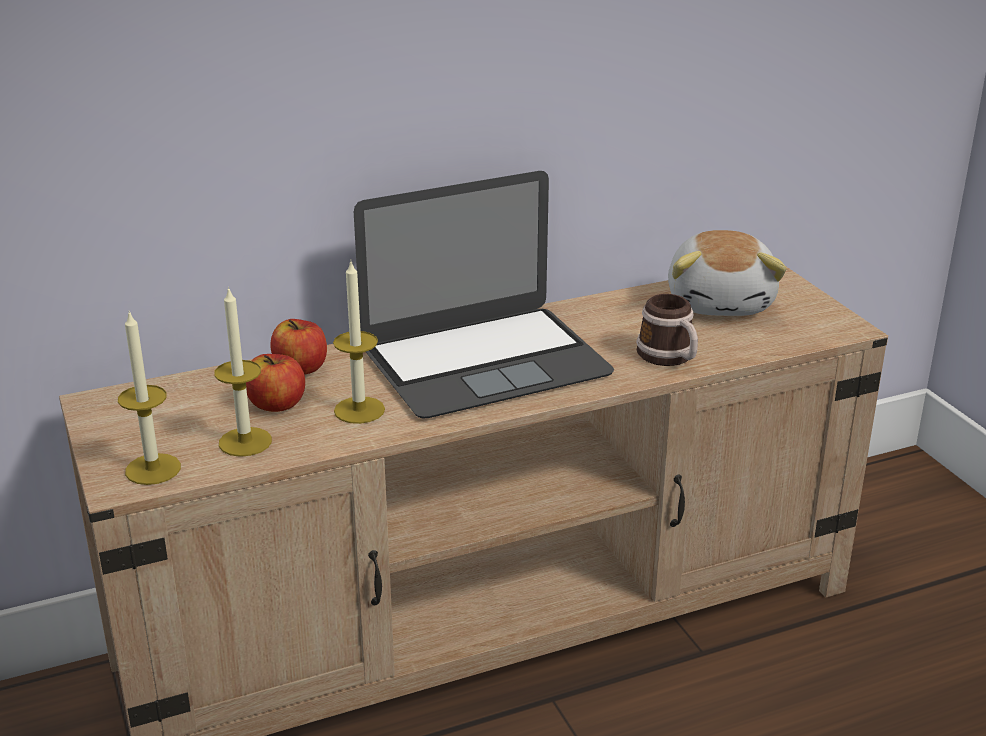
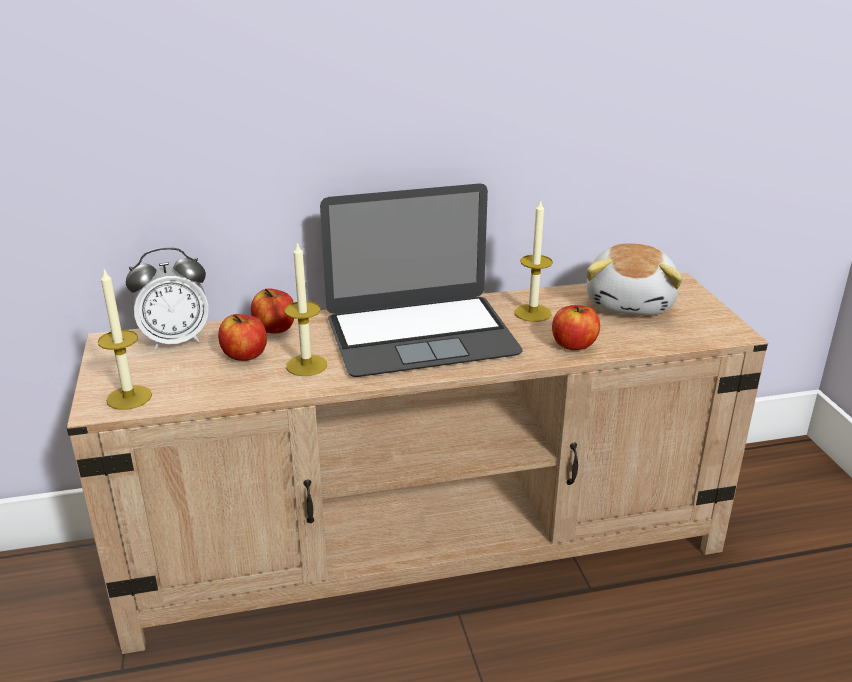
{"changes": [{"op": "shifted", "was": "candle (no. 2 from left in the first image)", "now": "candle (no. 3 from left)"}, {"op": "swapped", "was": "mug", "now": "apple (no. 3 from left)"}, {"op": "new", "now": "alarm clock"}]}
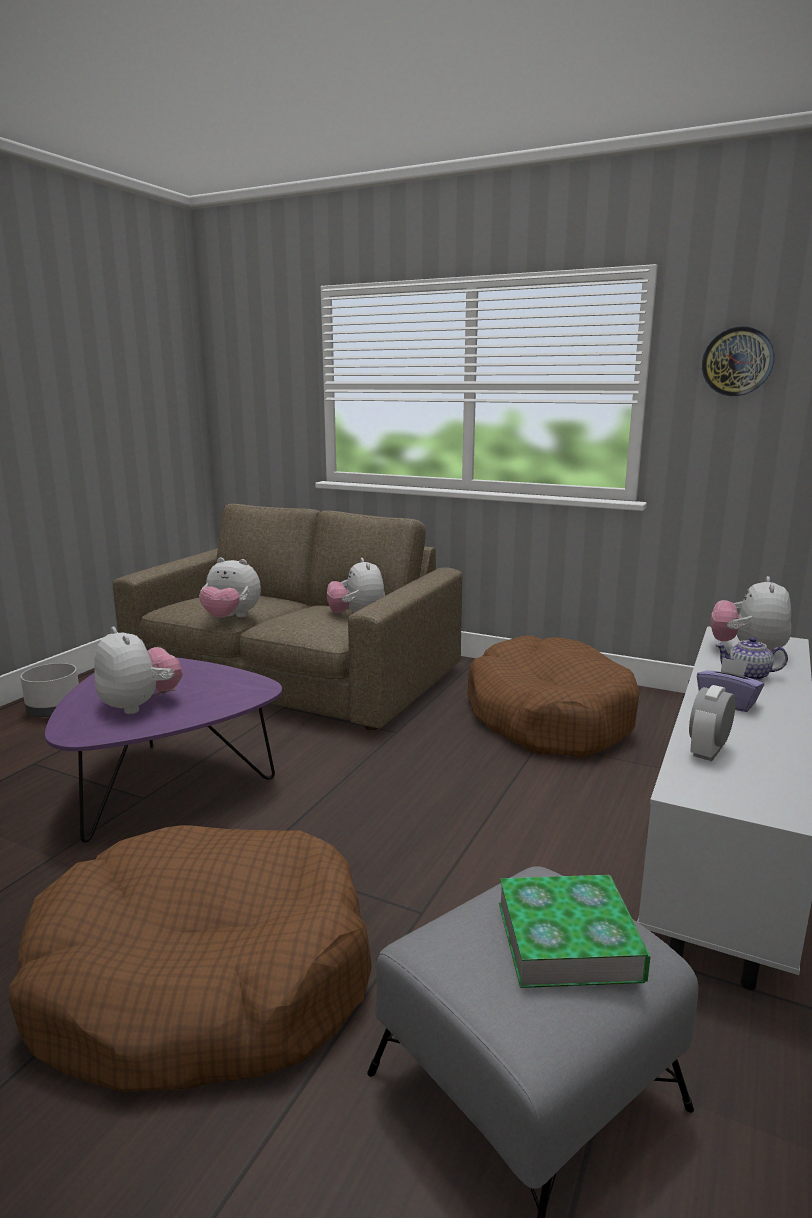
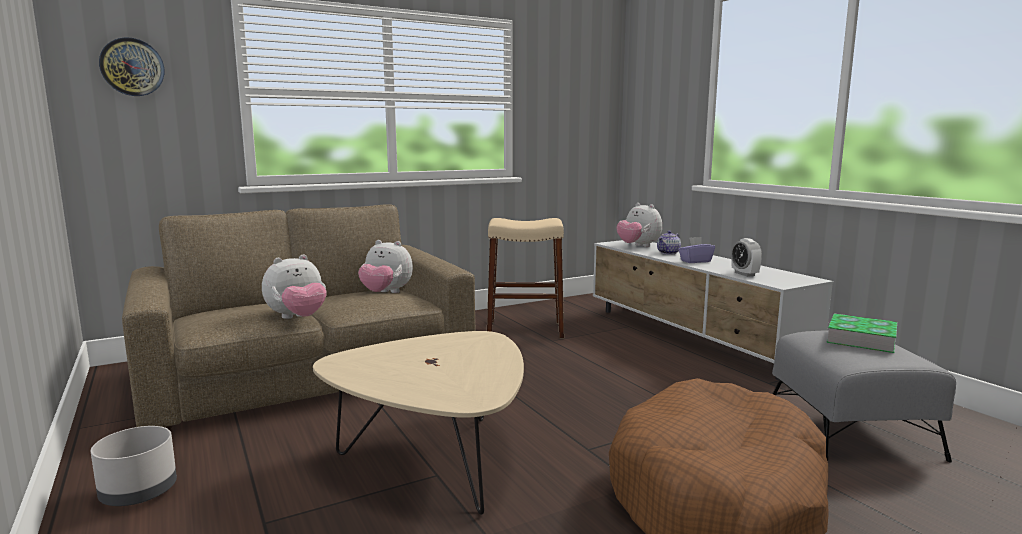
{"changes": [{"op": "repainted", "was": "purple coffee table", "now": "beige coffee table"}, {"op": "gone", "was": "plush toy (no. 1 from left)"}, {"op": "swapped", "was": "brown dog bed (no. 2 from left)", "now": "beige stool"}, {"op": "shifted", "was": "wall clock"}]}
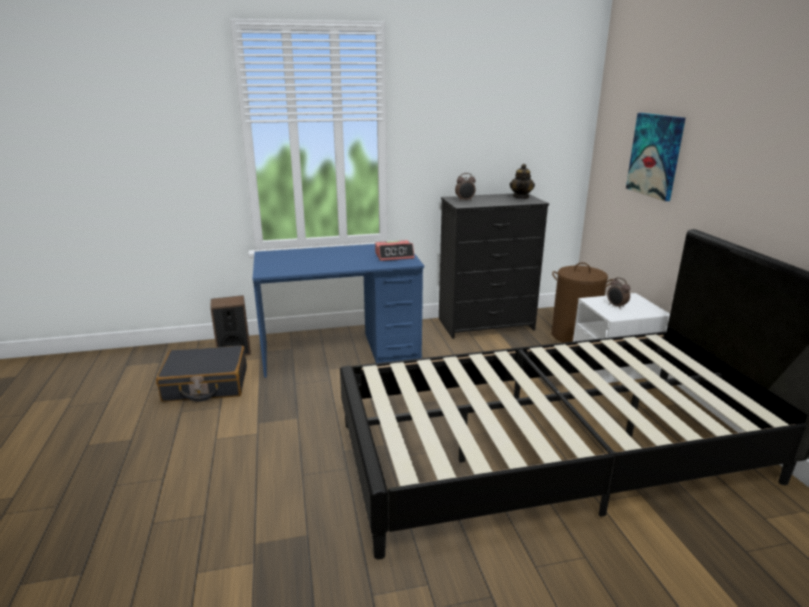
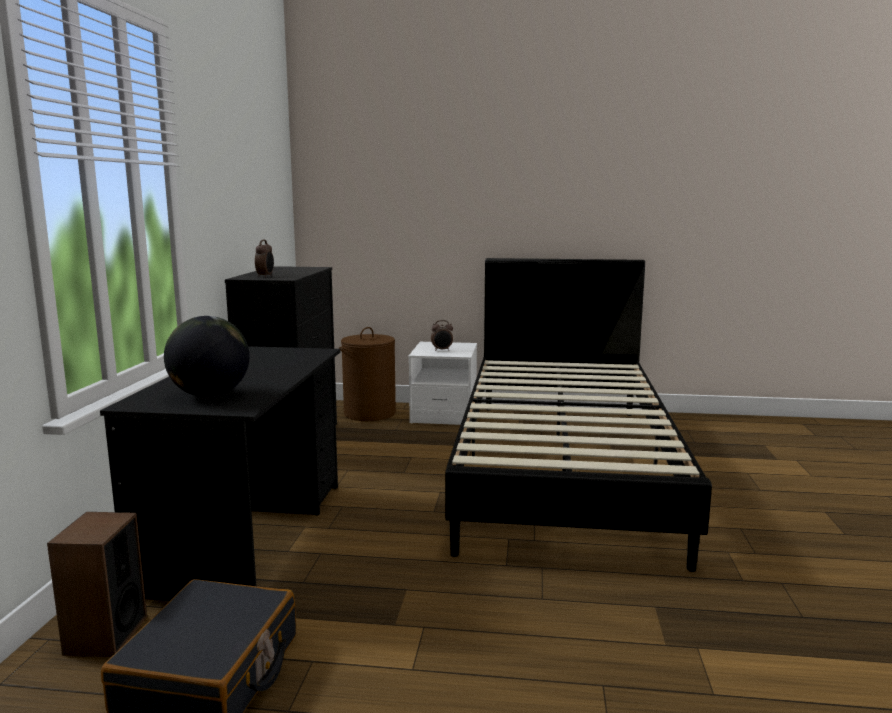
{"changes": [{"op": "repainted", "was": "blue desk", "now": "black desk"}, {"op": "gone", "was": "alarm clock (no. 1 from left)"}, {"op": "gone", "was": "teapot"}, {"op": "gone", "was": "picture"}, {"op": "new", "now": "globe"}]}
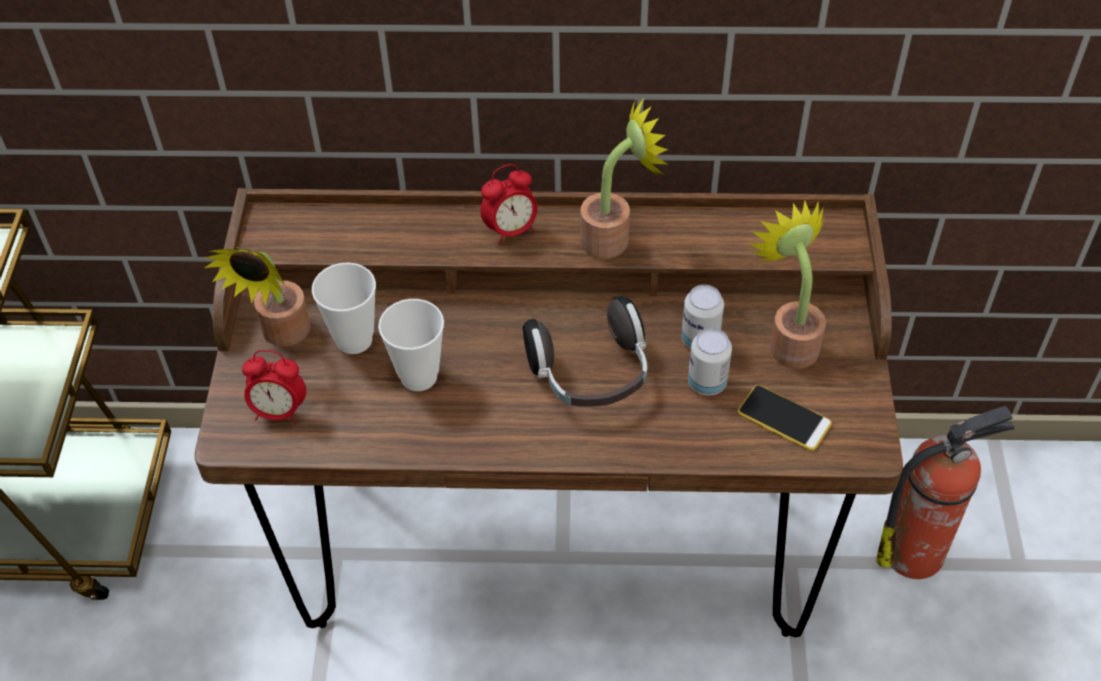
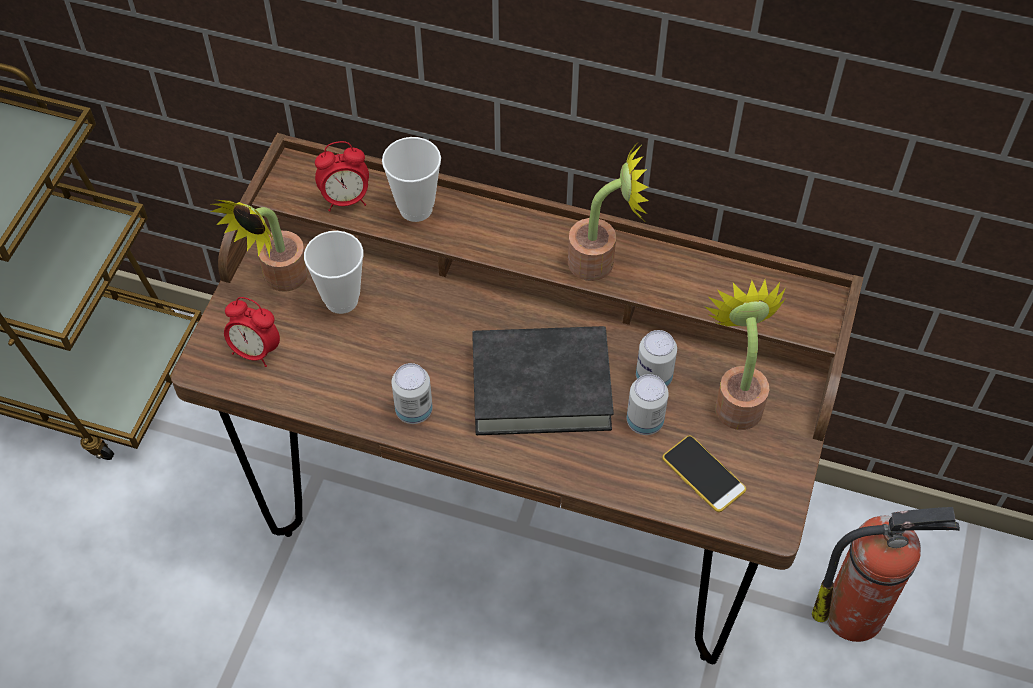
{"changes": [{"op": "shifted", "was": "cup (no. 2 from left)"}, {"op": "shifted", "was": "alarm clock (no. 2 from left)"}, {"op": "swapped", "was": "headphones", "now": "black book"}, {"op": "new", "now": "can (no. 1 from left)"}]}
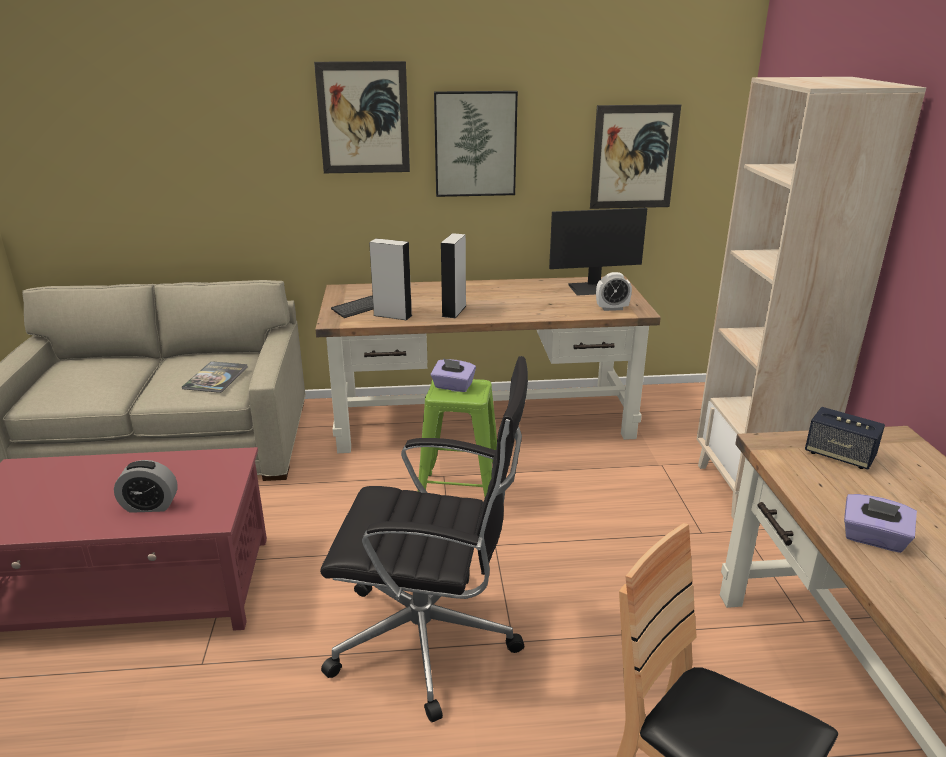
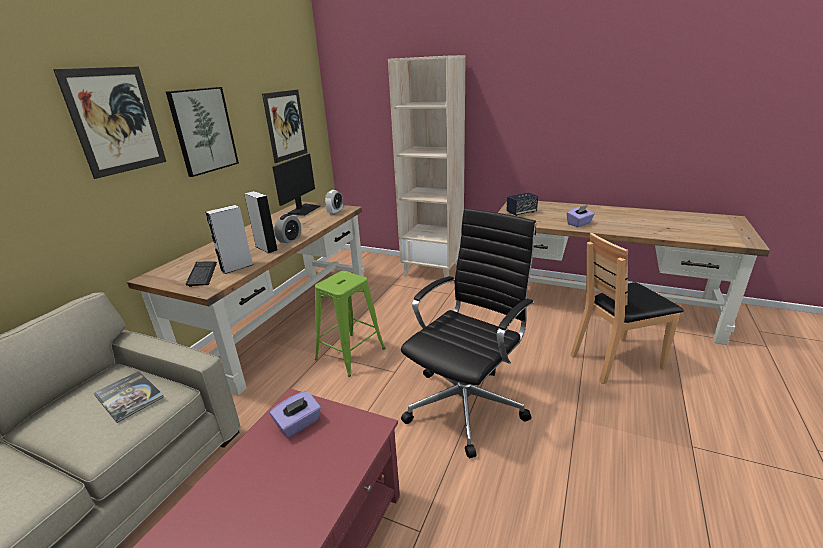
{"changes": [{"op": "shifted", "was": "alarm clock (no. 1 from left)"}, {"op": "shifted", "was": "purple tissue box (no. 1 from left)"}]}
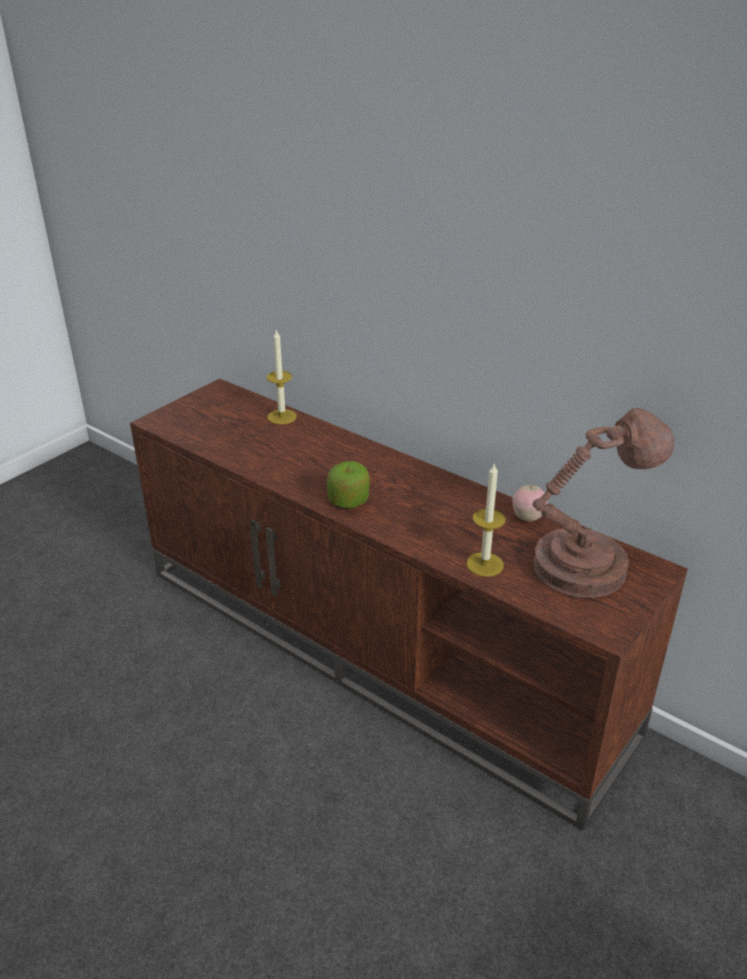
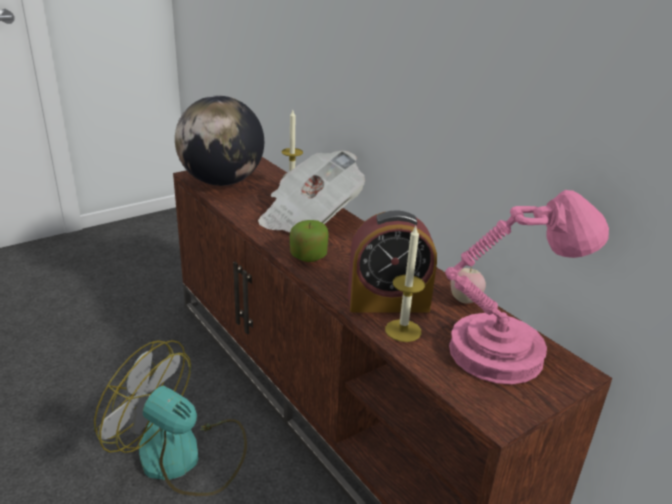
{"changes": [{"op": "repainted", "was": "brown table lamp", "now": "pink table lamp"}, {"op": "new", "now": "fan"}, {"op": "new", "now": "globe"}, {"op": "new", "now": "newspaper"}, {"op": "new", "now": "alarm clock"}]}
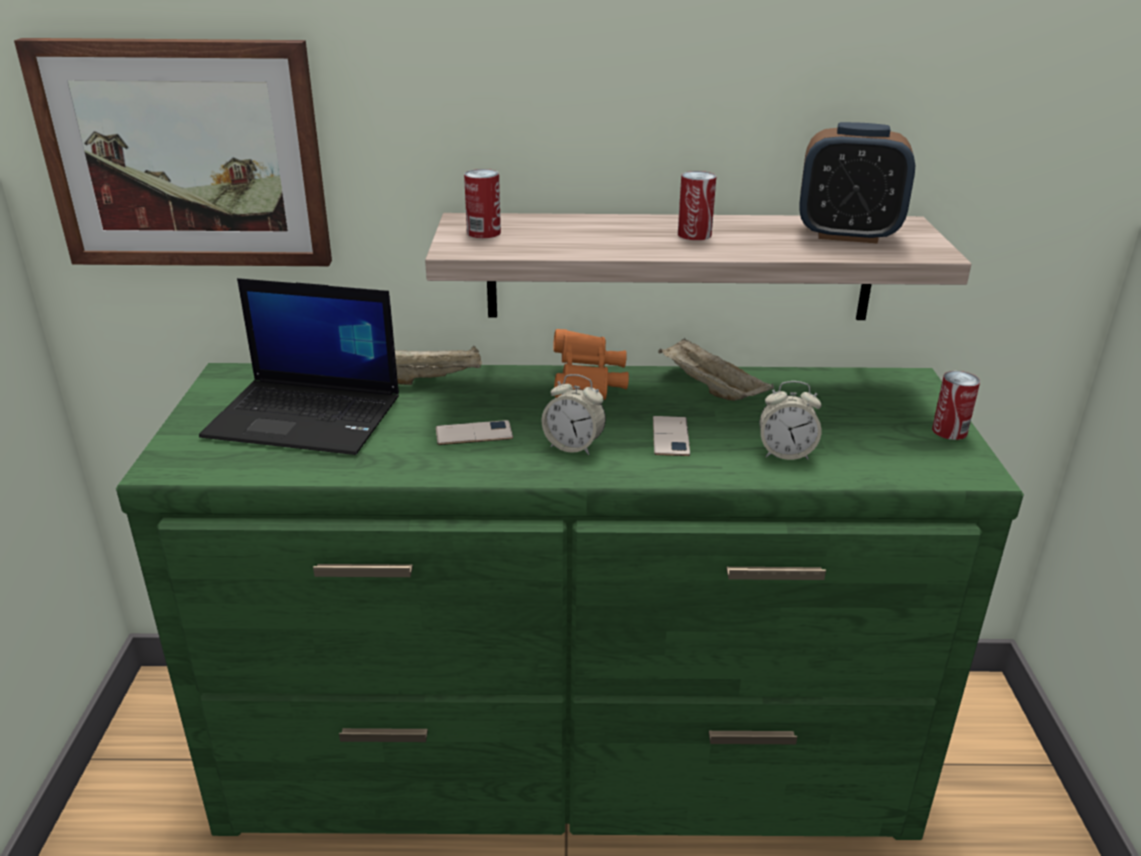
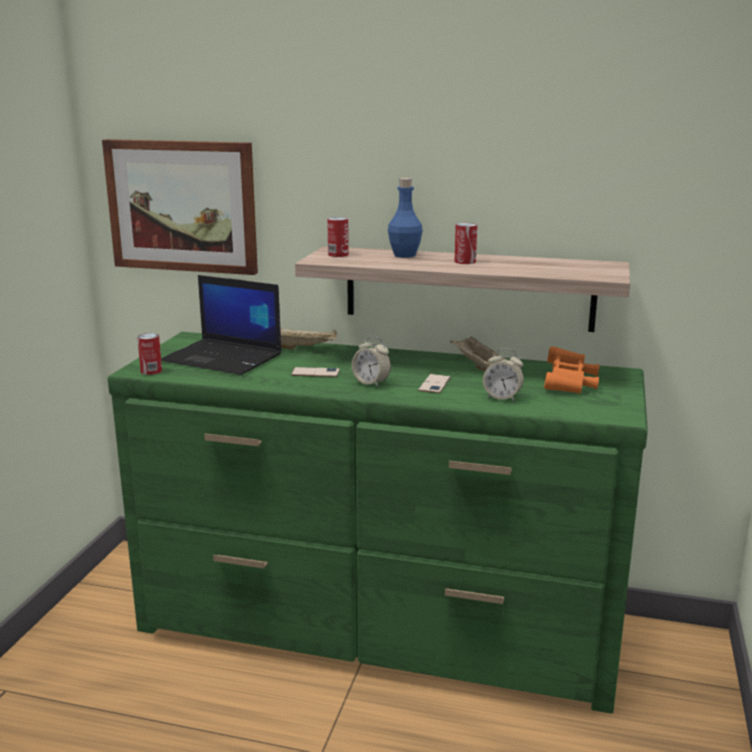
{"changes": [{"op": "shifted", "was": "orange binoculars"}, {"op": "gone", "was": "alarm clock (no. 3 from left)"}, {"op": "shifted", "was": "can (no. 3 from left in the first image)", "now": "can (no. 1 from left)"}, {"op": "new", "now": "blue bottle"}]}
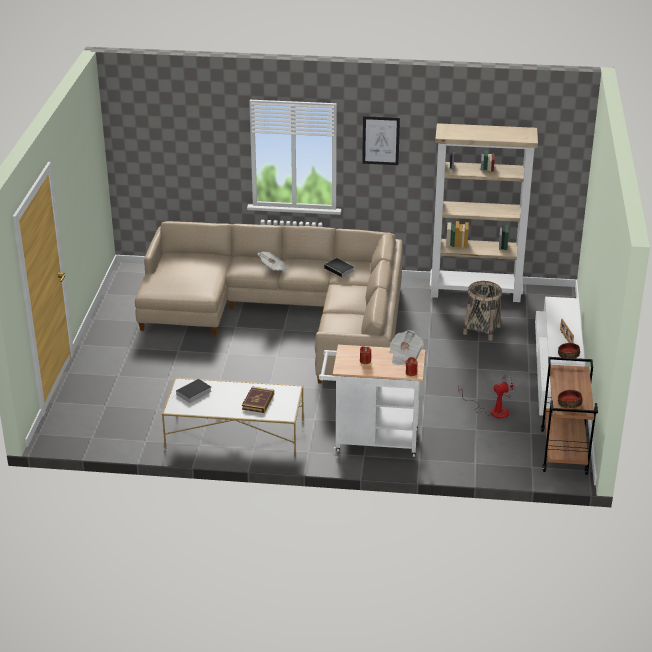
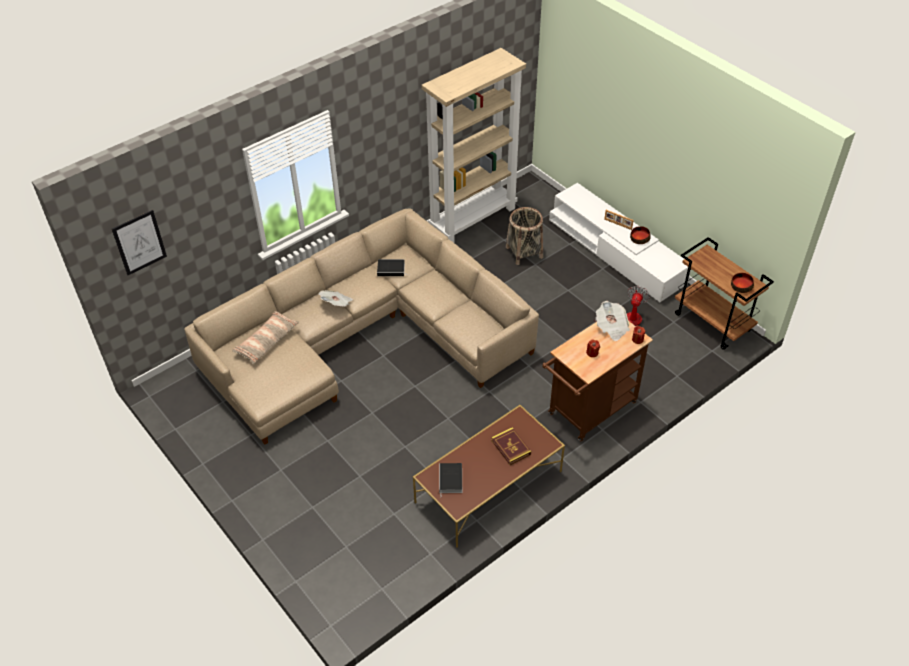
{"changes": [{"op": "repainted", "was": "white coffee table", "now": "brown coffee table"}, {"op": "repainted", "was": "white cart", "now": "brown cart (no. 1 from left)"}, {"op": "shifted", "was": "picture"}, {"op": "new", "now": "pillow"}]}
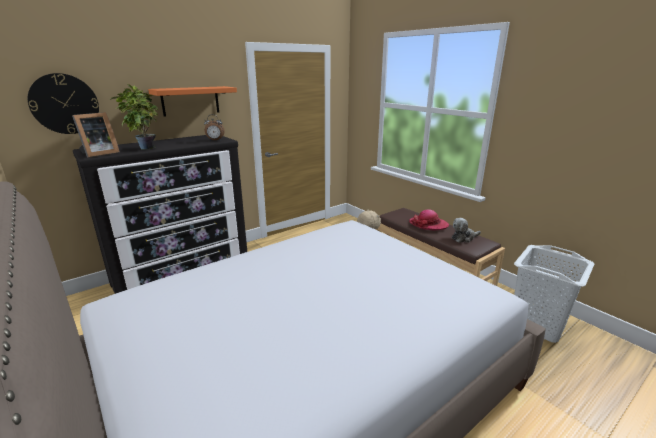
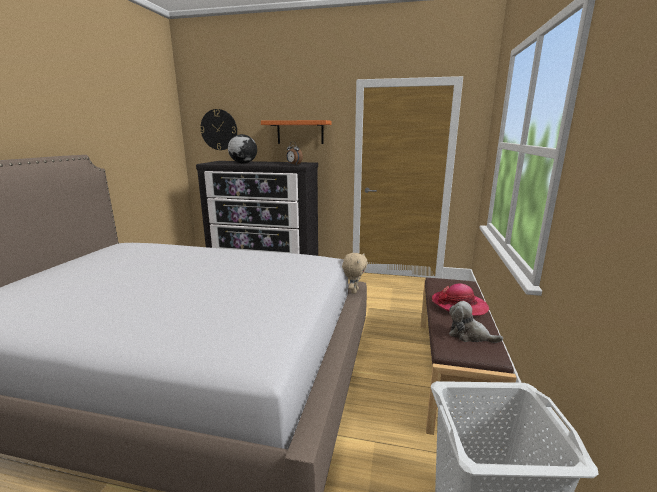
{"changes": [{"op": "gone", "was": "picture frame"}, {"op": "swapped", "was": "potted plant", "now": "globe"}]}
